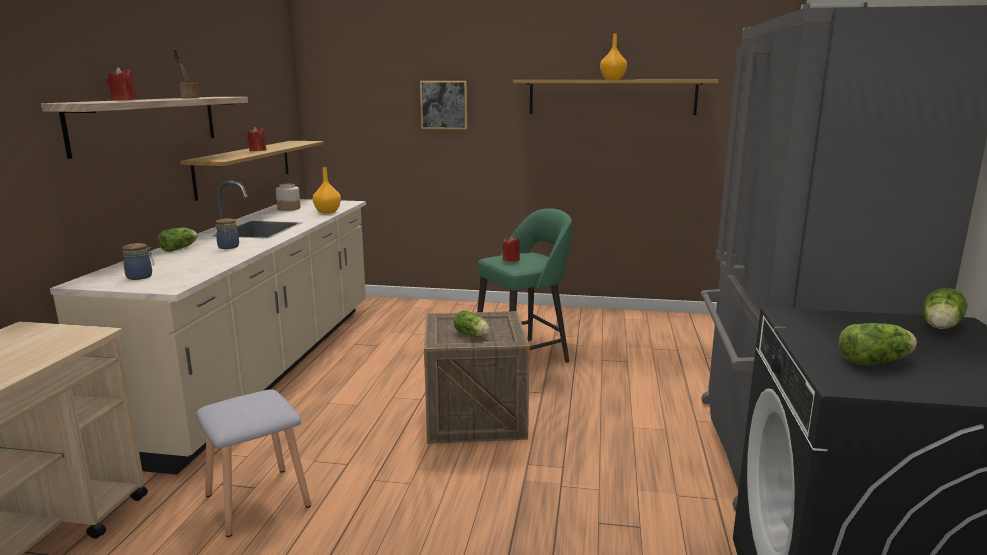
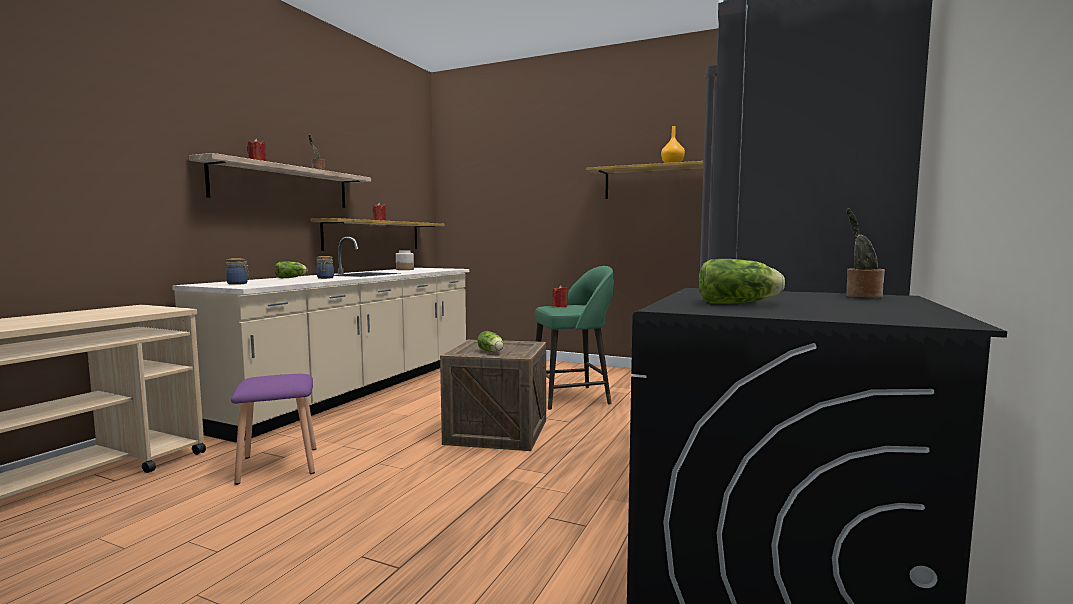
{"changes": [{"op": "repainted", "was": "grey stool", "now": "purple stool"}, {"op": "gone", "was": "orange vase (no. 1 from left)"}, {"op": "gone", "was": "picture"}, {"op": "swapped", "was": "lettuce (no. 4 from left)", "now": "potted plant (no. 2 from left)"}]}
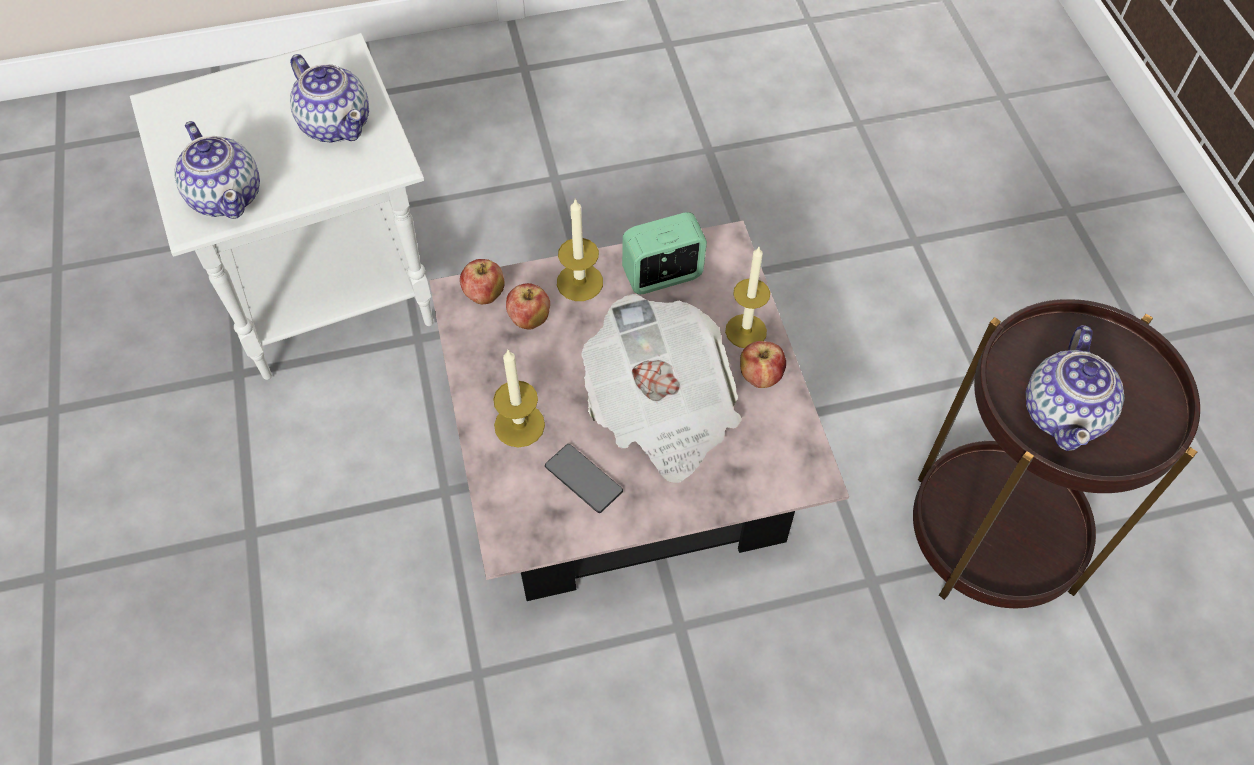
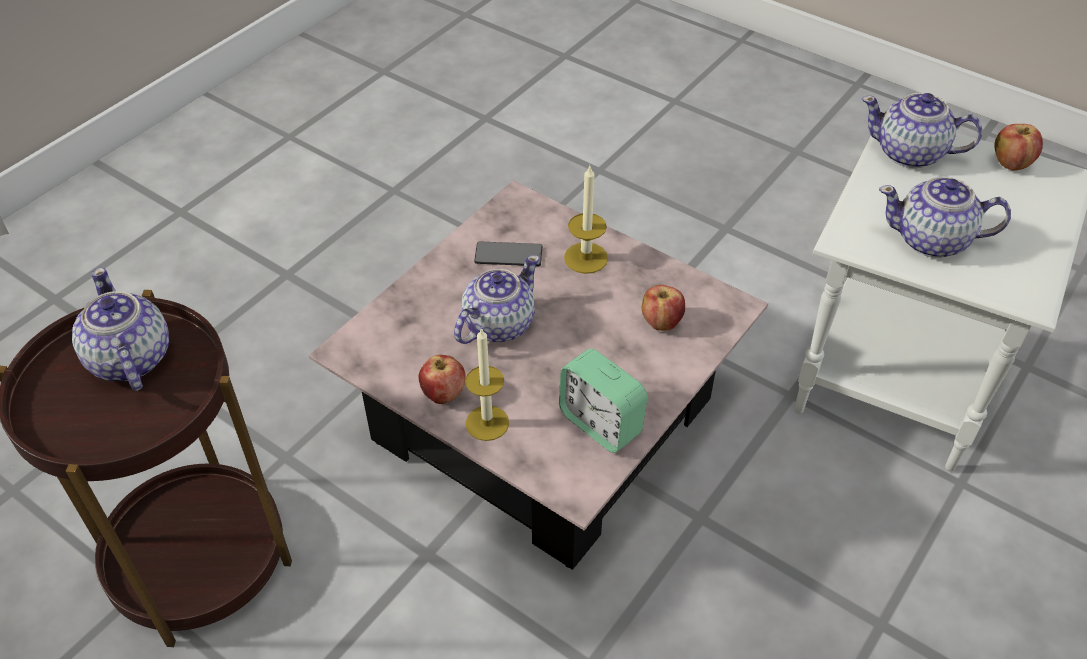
{"changes": [{"op": "shifted", "was": "apple (no. 1 from left in the first image)", "now": "apple (no. 3 from left)"}, {"op": "gone", "was": "candle (no. 2 from left)"}, {"op": "swapped", "was": "newspaper", "now": "teapot (no. 2 from left)"}, {"op": "rotated", "was": "alarm clock", "clockwise": 105}]}
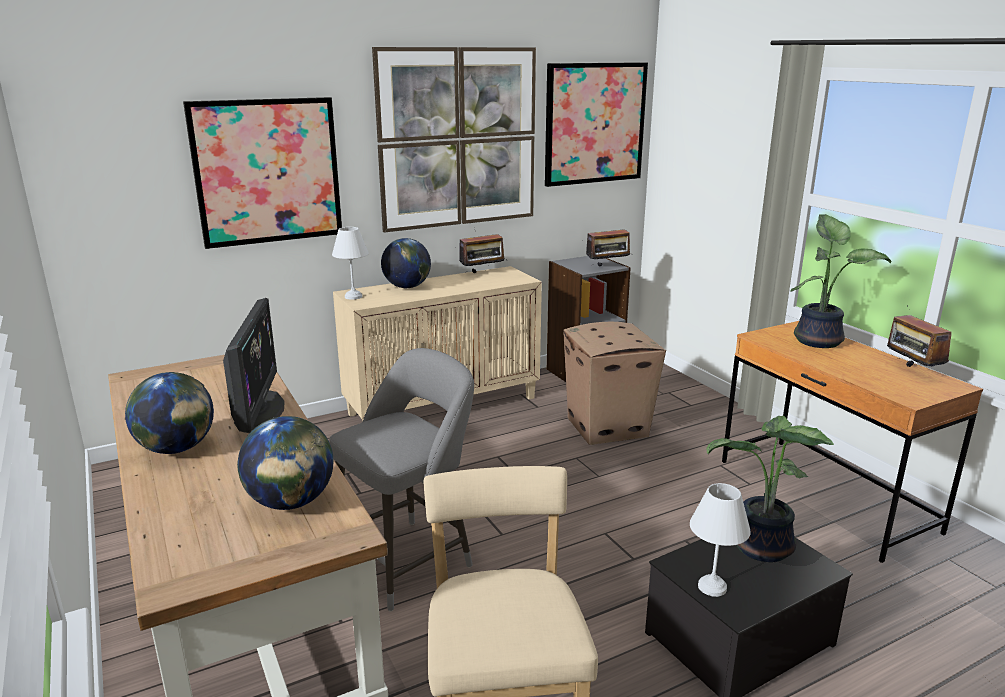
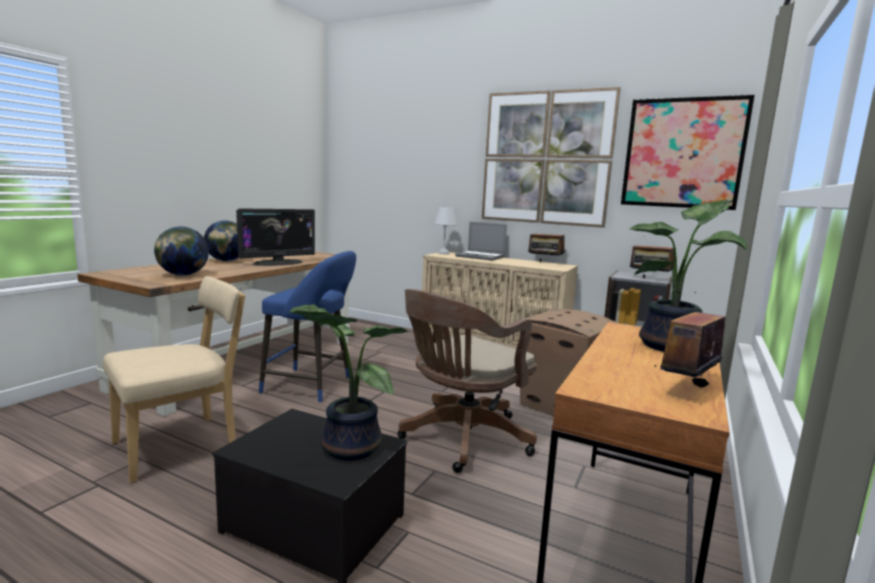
{"changes": [{"op": "gone", "was": "picture (no. 1 from left)"}, {"op": "repainted", "was": "grey stool", "now": "blue stool"}, {"op": "swapped", "was": "globe (no. 3 from left)", "now": "laptop"}, {"op": "gone", "was": "white table lamp (no. 2 from left)"}, {"op": "new", "now": "brown office chair"}]}
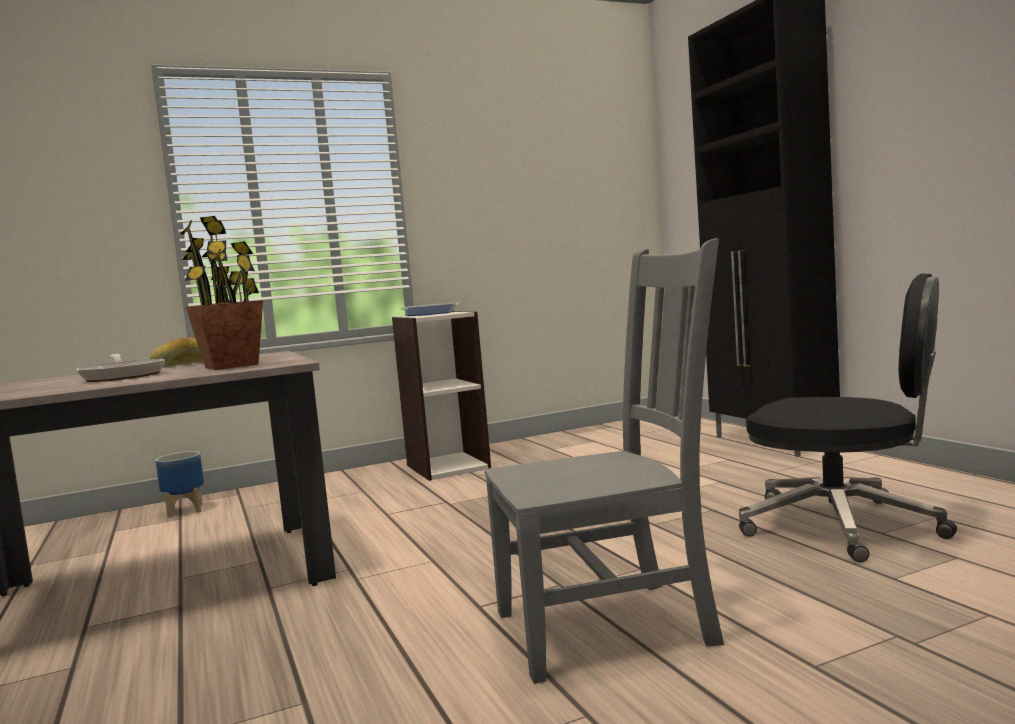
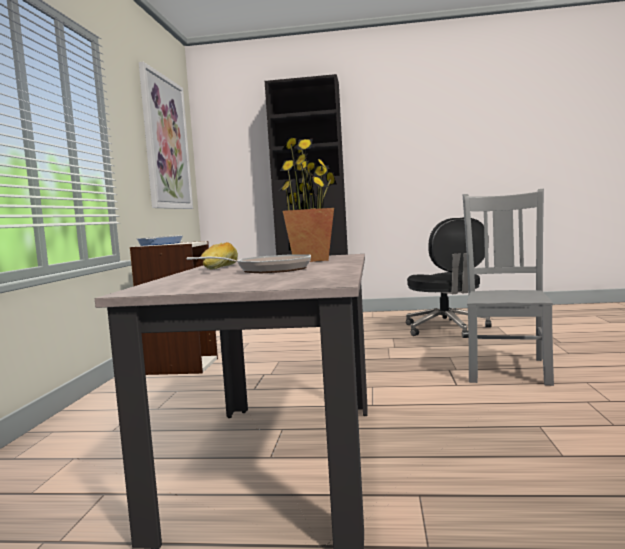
{"changes": [{"op": "gone", "was": "planter"}, {"op": "rotated", "was": "black office chair", "clockwise": 105}, {"op": "new", "now": "picture"}]}
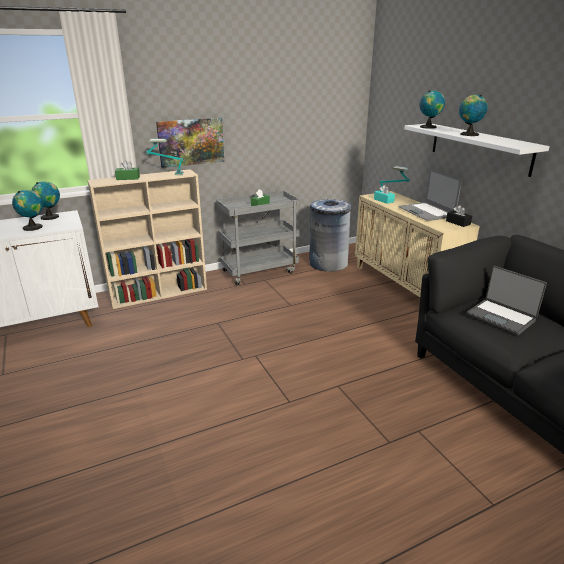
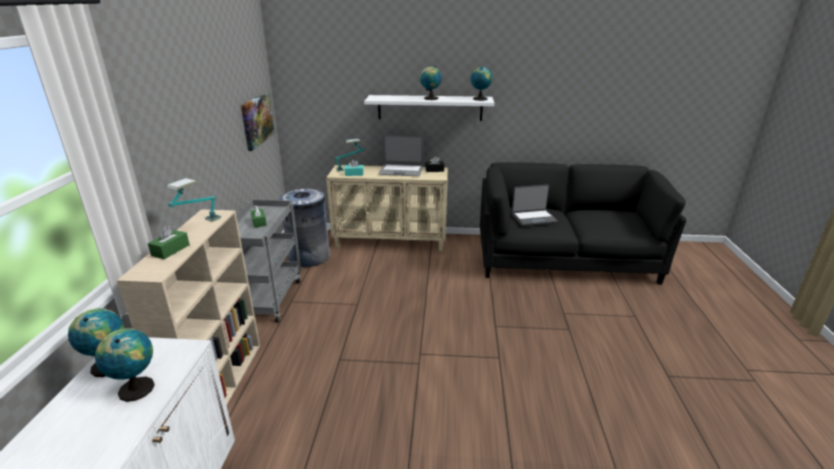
{"changes": [{"op": "shifted", "was": "picture"}, {"op": "shifted", "was": "globe (no. 3 from left in the first image)", "now": "globe (no. 4 from left)"}]}
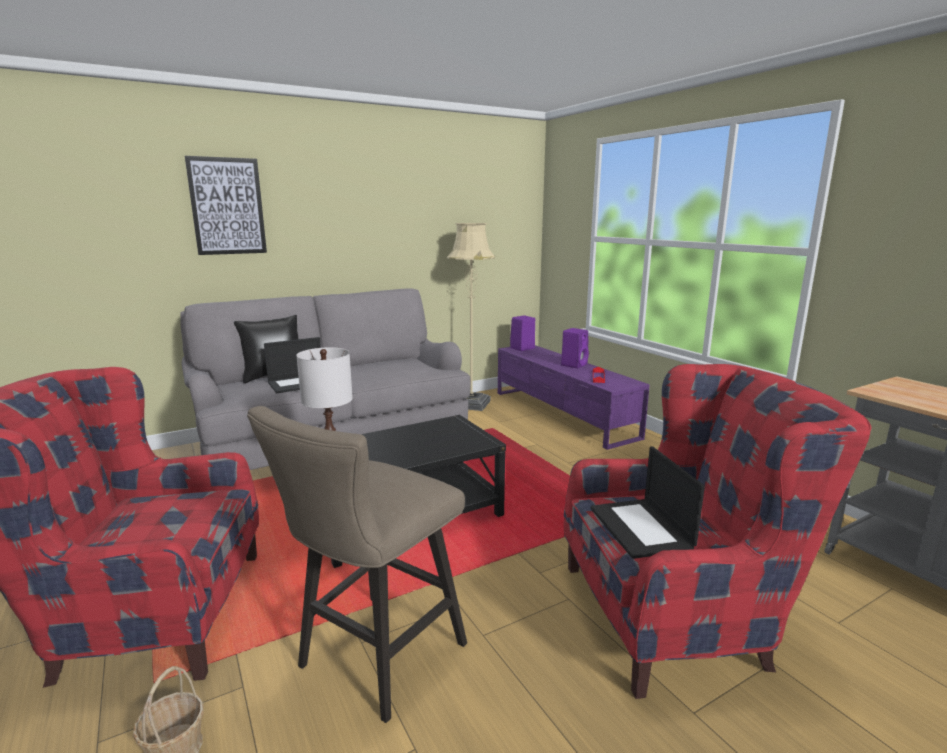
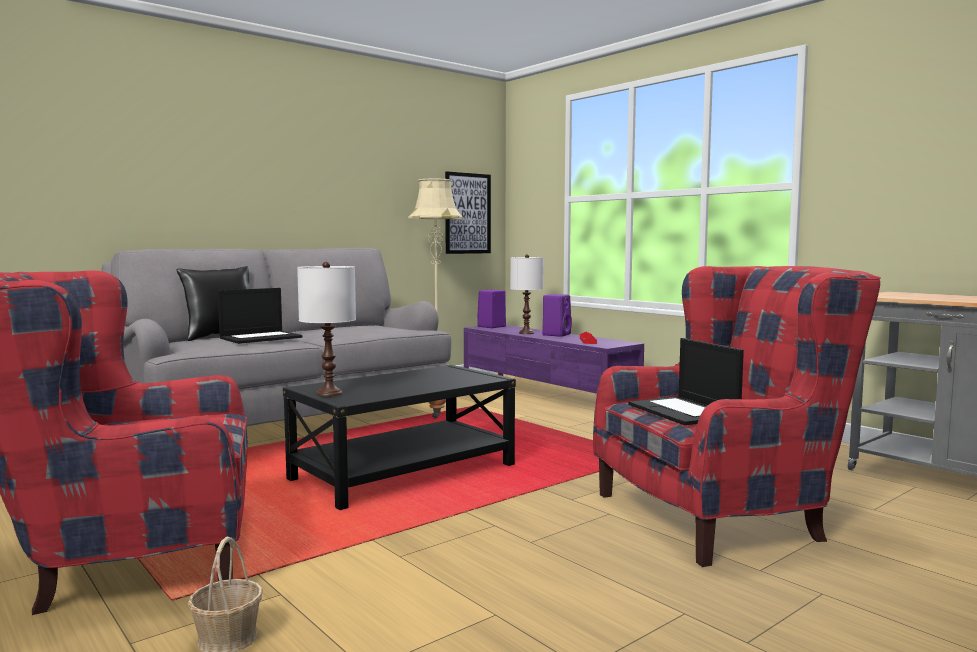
{"changes": [{"op": "shifted", "was": "picture"}, {"op": "gone", "was": "beige stool"}, {"op": "new", "now": "white table lamp (no. 2 from left)"}]}
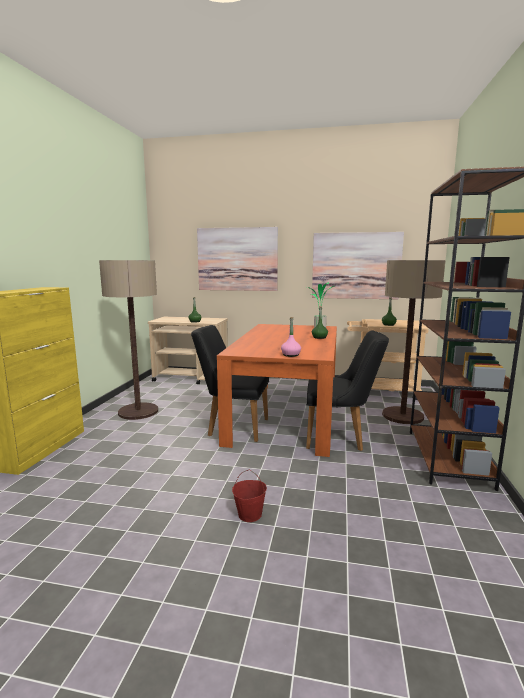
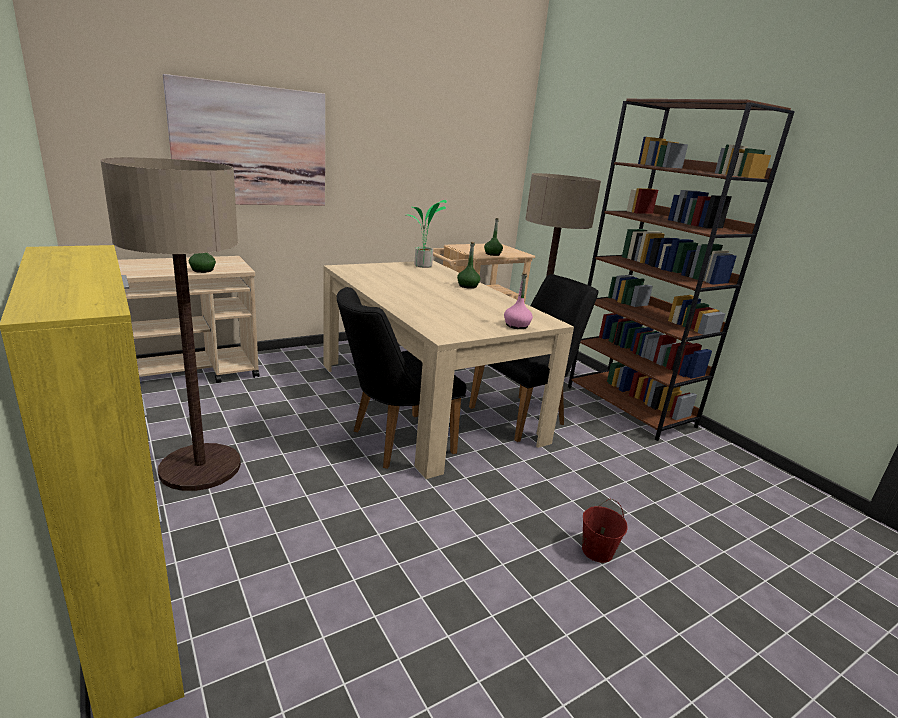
{"changes": [{"op": "repainted", "was": "orange dining table", "now": "beige dining table"}, {"op": "gone", "was": "picture (no. 2 from left)"}]}
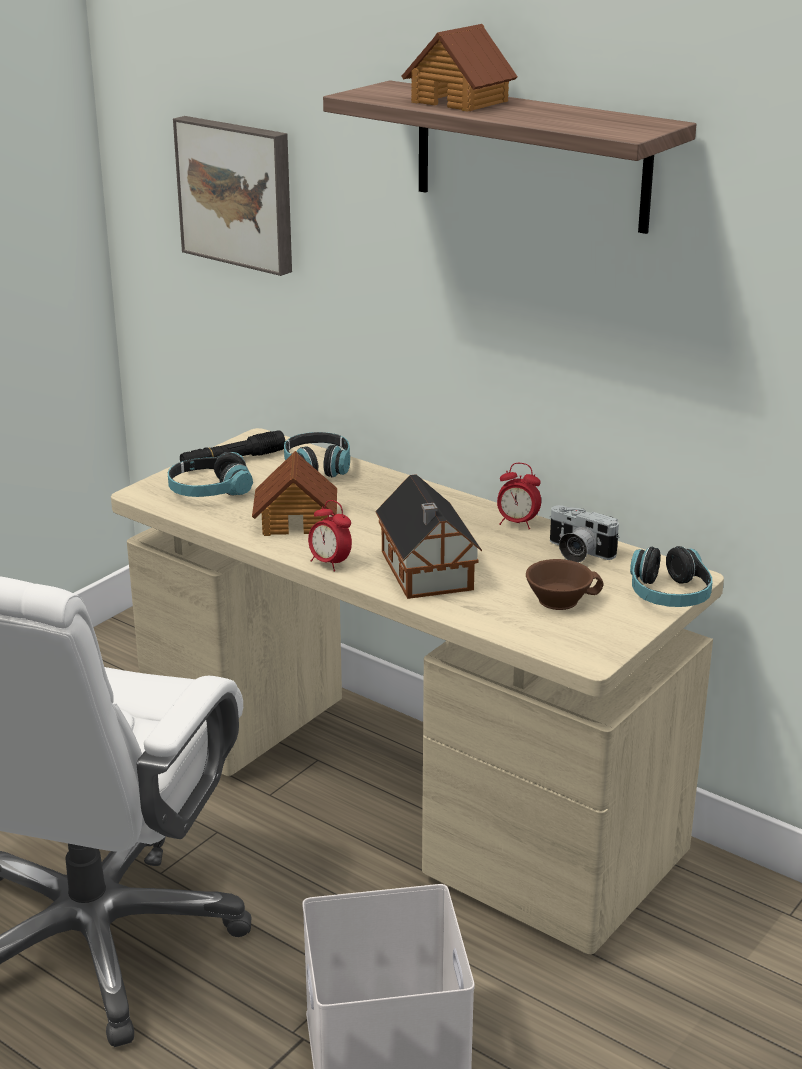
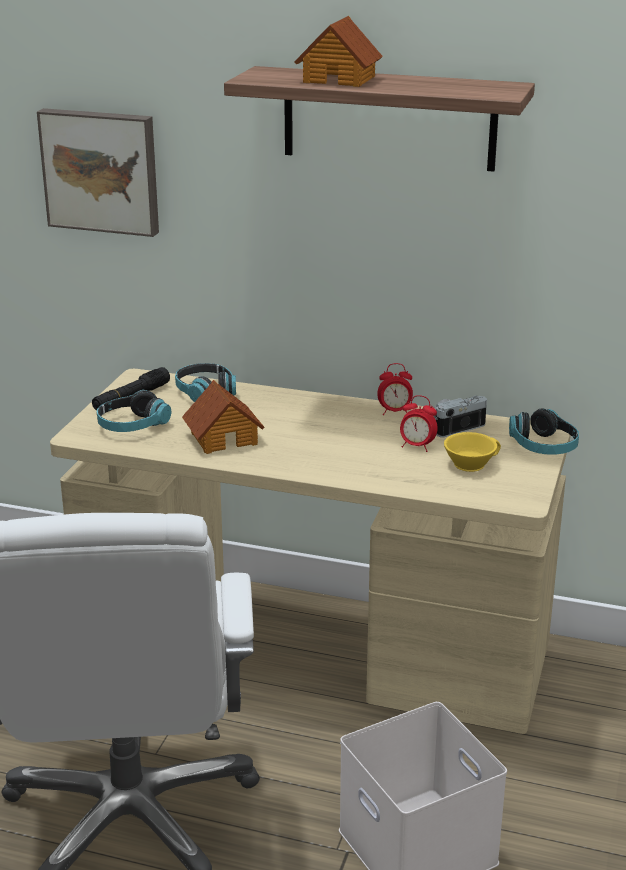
{"changes": [{"op": "shifted", "was": "alarm clock (no. 1 from left in the first image)", "now": "alarm clock (no. 2 from left)"}, {"op": "gone", "was": "toy house (no. 2 from left)"}, {"op": "repainted", "was": "brown cup", "now": "yellow cup"}, {"op": "rotated", "was": "photo camera", "clockwise": 135}]}
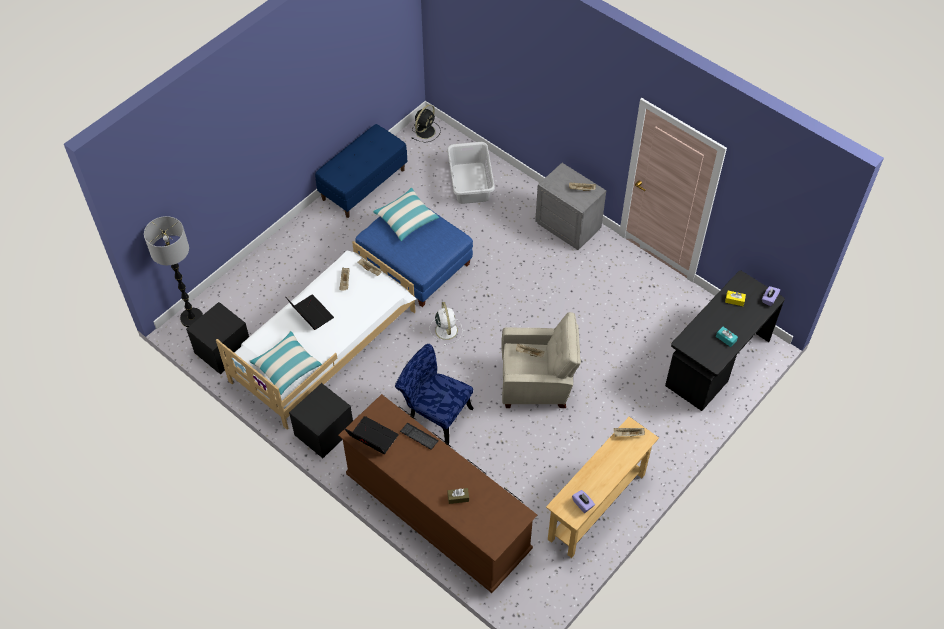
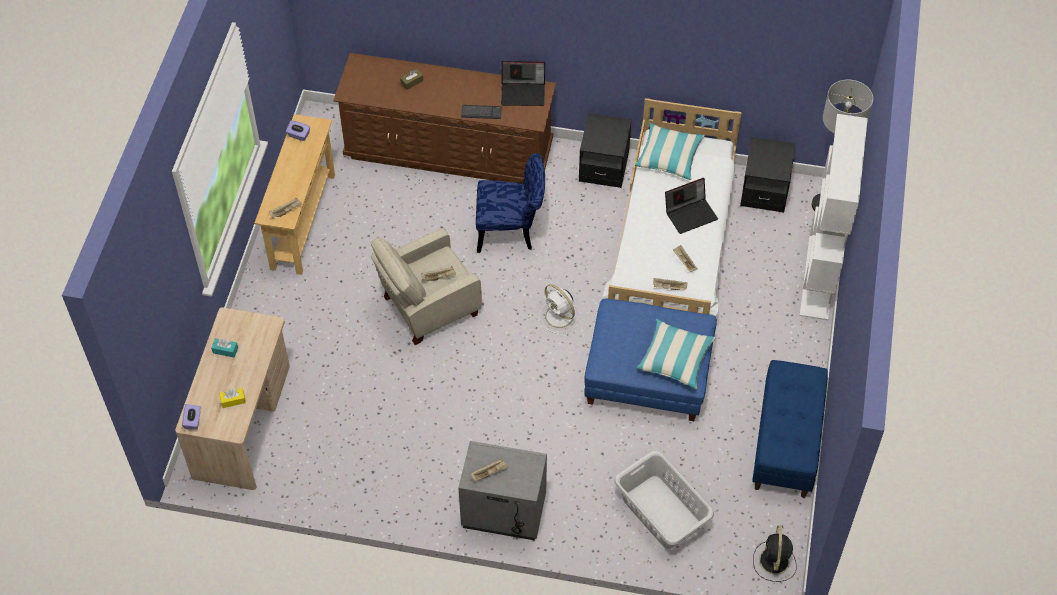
{"changes": [{"op": "rotated", "was": "laptop (no. 1 from left in the first image)", "clockwise": -45}, {"op": "repainted", "was": "black desk", "now": "beige desk"}, {"op": "new", "now": "white bookcase"}]}
